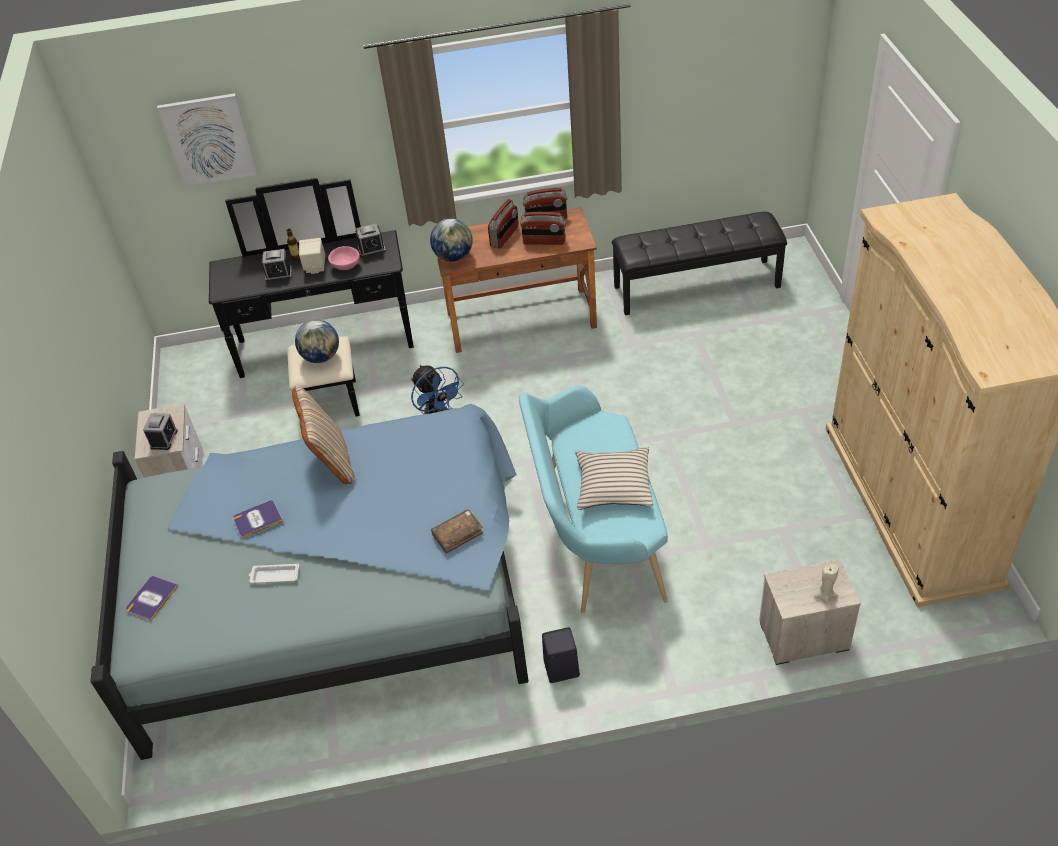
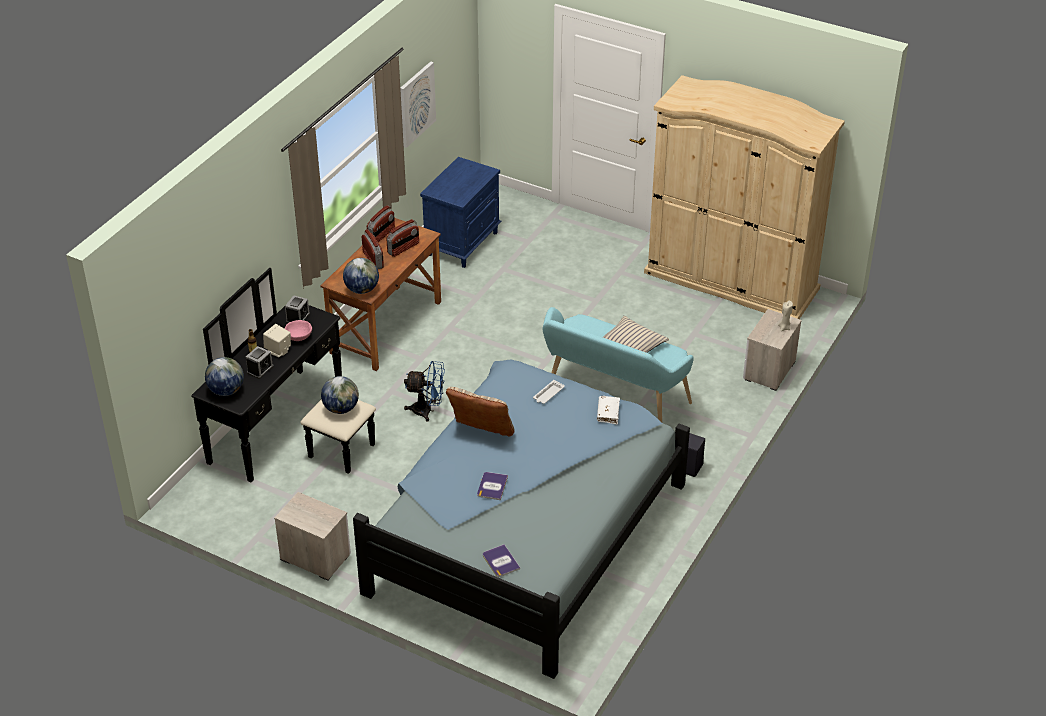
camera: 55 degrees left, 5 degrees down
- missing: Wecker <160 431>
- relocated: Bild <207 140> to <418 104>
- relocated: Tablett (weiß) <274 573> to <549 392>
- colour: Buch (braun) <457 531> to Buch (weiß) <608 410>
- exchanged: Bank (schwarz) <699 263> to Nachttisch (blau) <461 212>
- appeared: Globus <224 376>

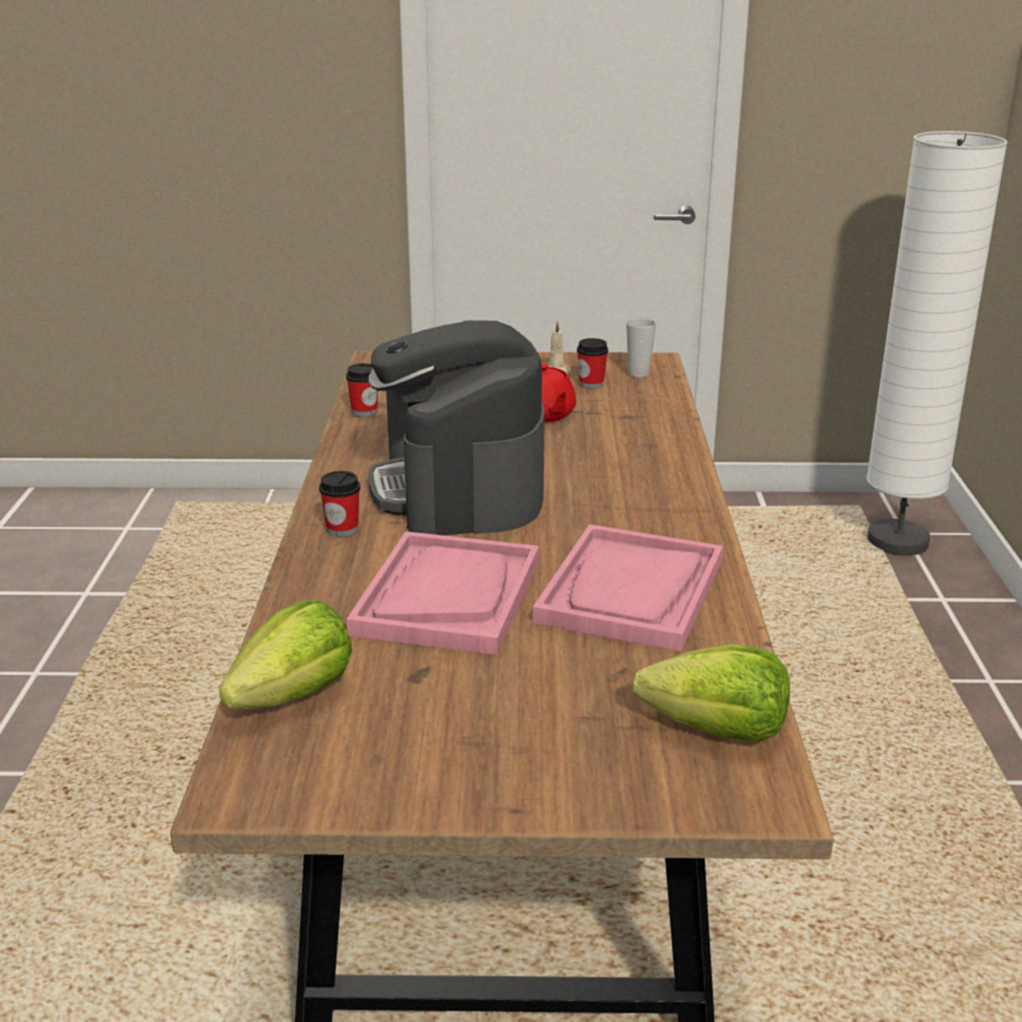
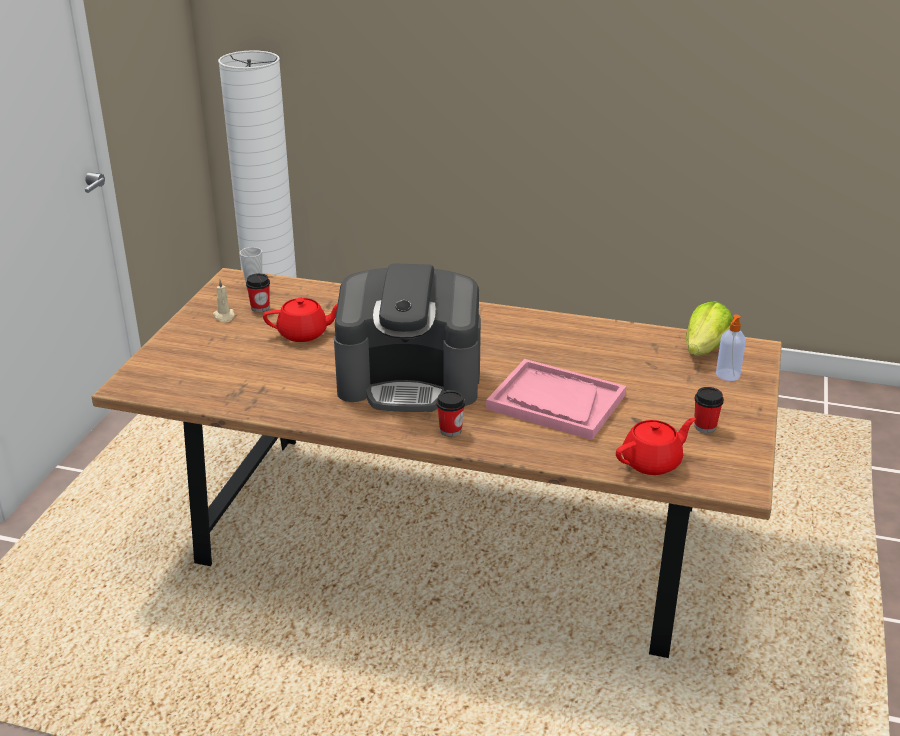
camera: 75 degrees left, 5 degrees up
- exchanged: Salatkopf <285 654> to Teekanne (rot) <656 446>
- relocated: Tasse <362 390> to <709 410>
- missing: Tablett (rosa) <628 587>
- appeared: Seifenspender <731 347>

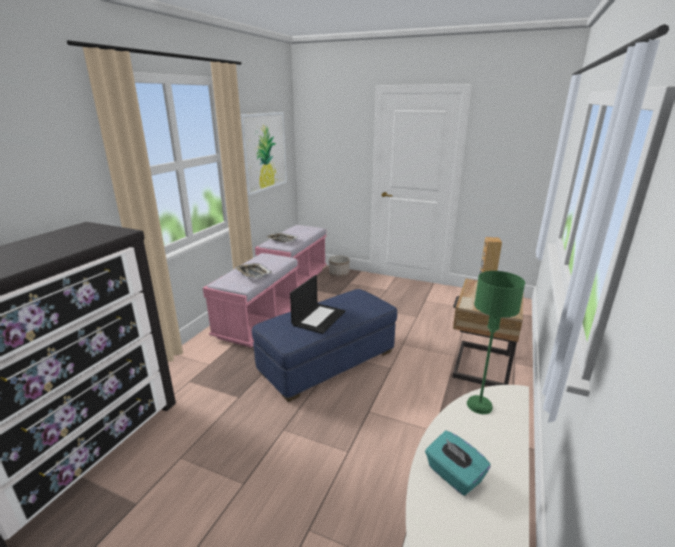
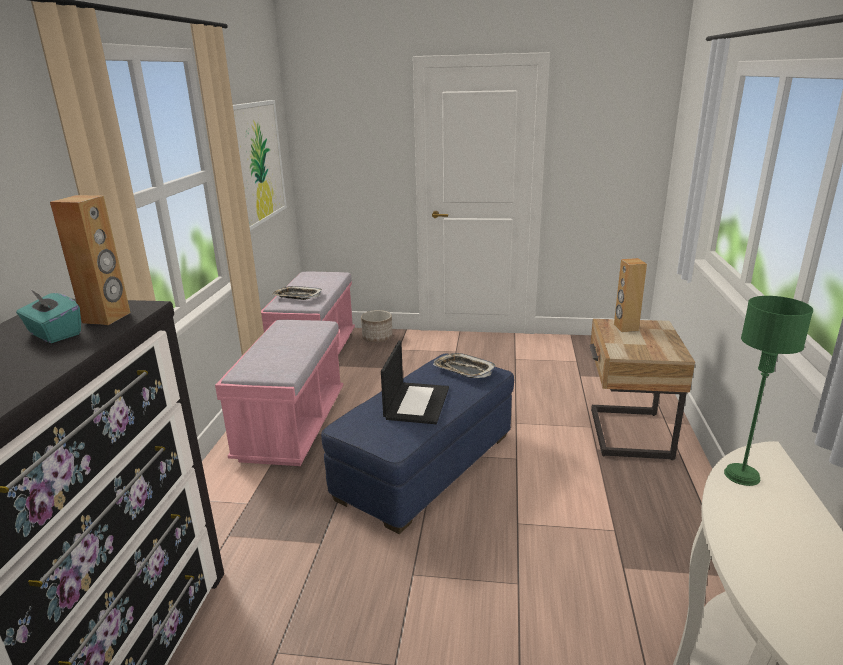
camera: 15 degrees left, 0 degrees up
- relocated: Tablett <253 271> to <464 365>
- relocated: Taschentuchbox (türkis) <458 463> to <48 316>
- appeared: Lautsprecher (braun) <90 260>

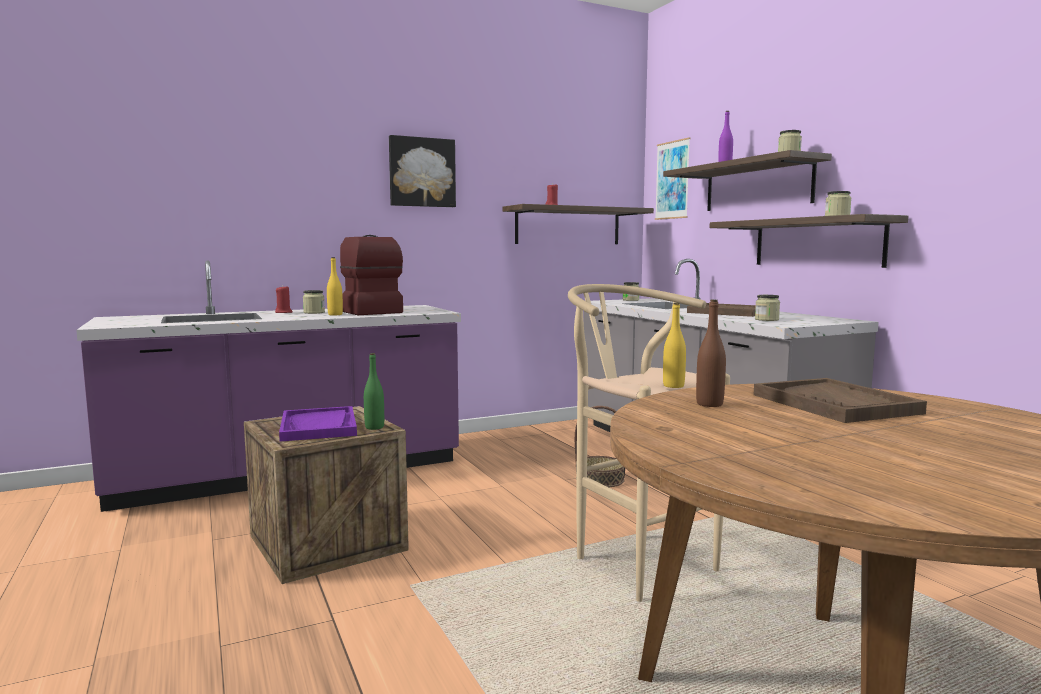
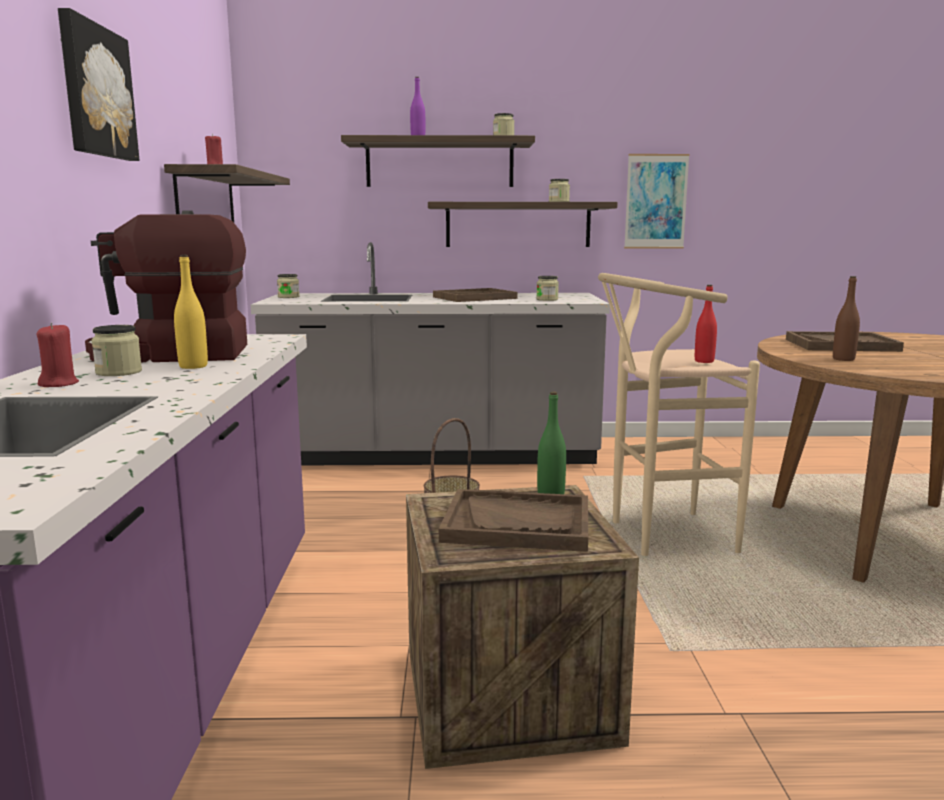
camera: 65 degrees left, 5 degrees up
- colour: Tablett (lila) <318 424> to Tablett (braun) <513 520>
- relocated: Bild <672 178> to <657 201>
- colour: Flasche (gelb) <674 345> to Flasche (rot) <706 324>

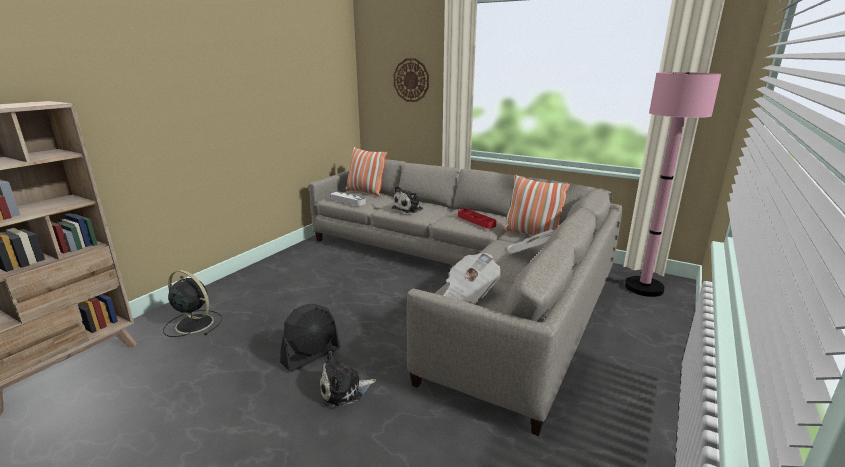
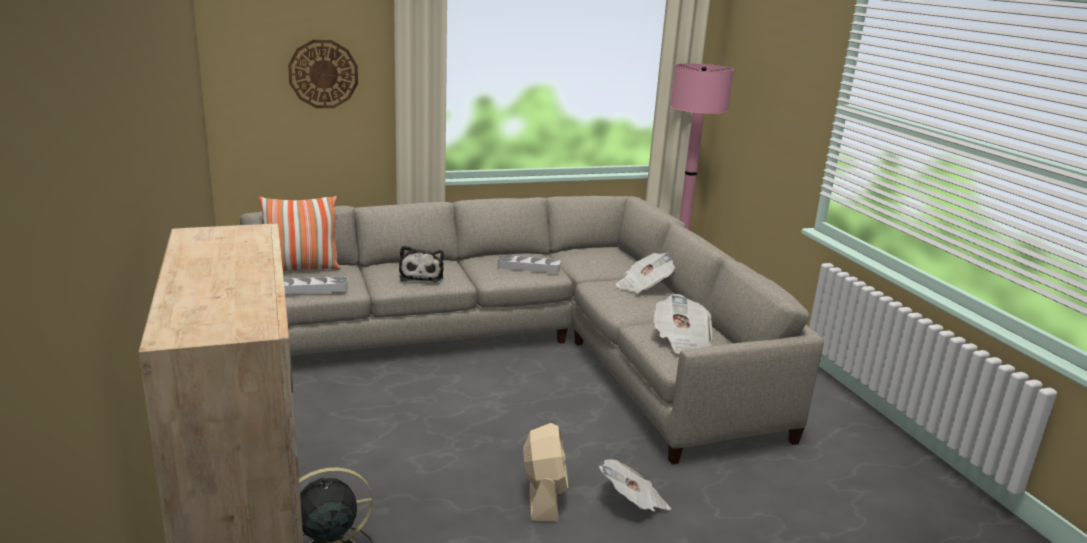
camera: 50 degrees left, 0 degrees up
- colour: Ventilator (schwarz) <310 338> to Ventilator (beige) <545 472>
- exchanged: Plüschtier <348 379> to Zeitung <635 485>
- colour: Tablett (rot) <477 219> to Tablett (grau) <529 264>
- missing: Kissen <536 204>

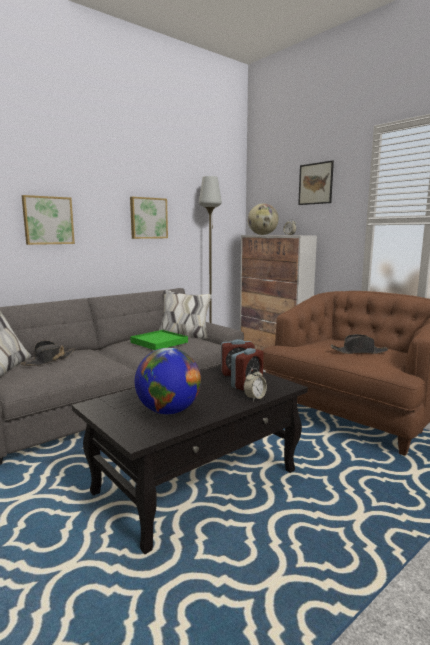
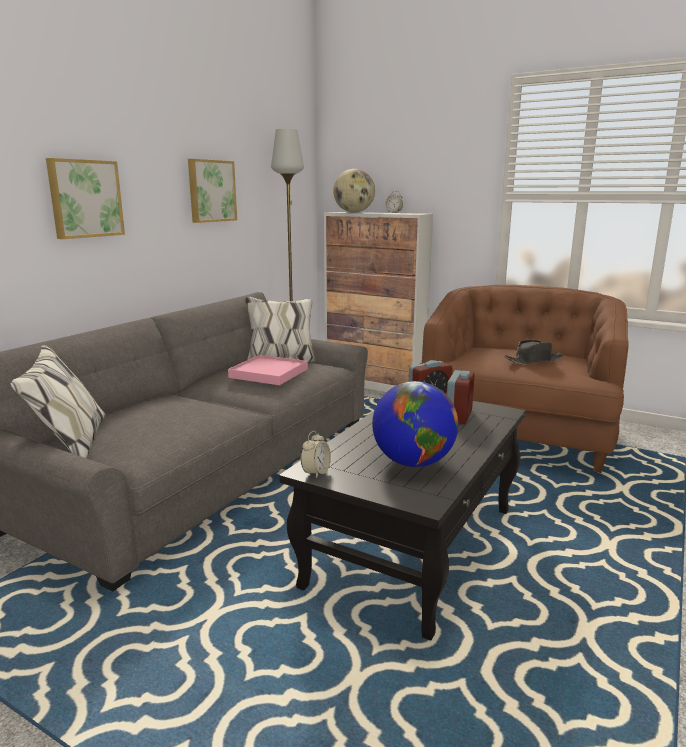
camera: 20 degrees left, 5 degrees up
- missing: Hut (schwarz) <48 353>
- colour: Tablett (grün) <159 340> to Tablett (rosa) <268 370>
- relocated: Wecker <255 384> to <316 455>
- missing: Bild <316 182>

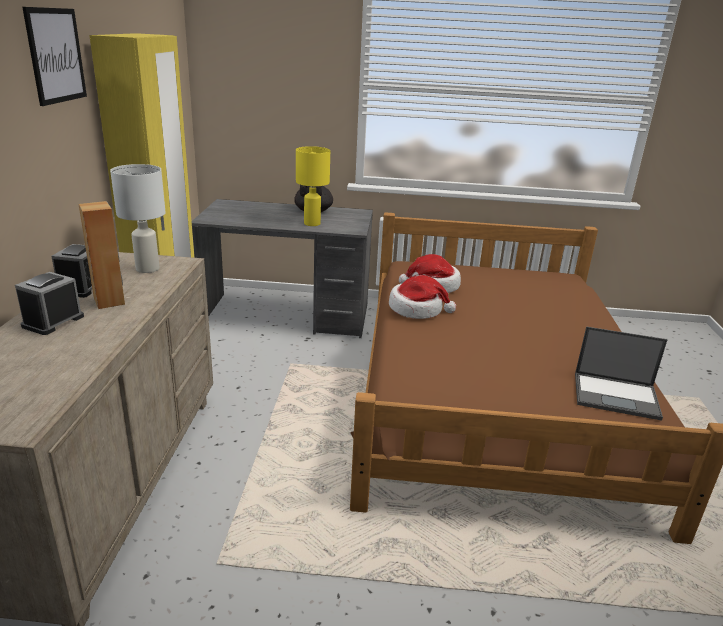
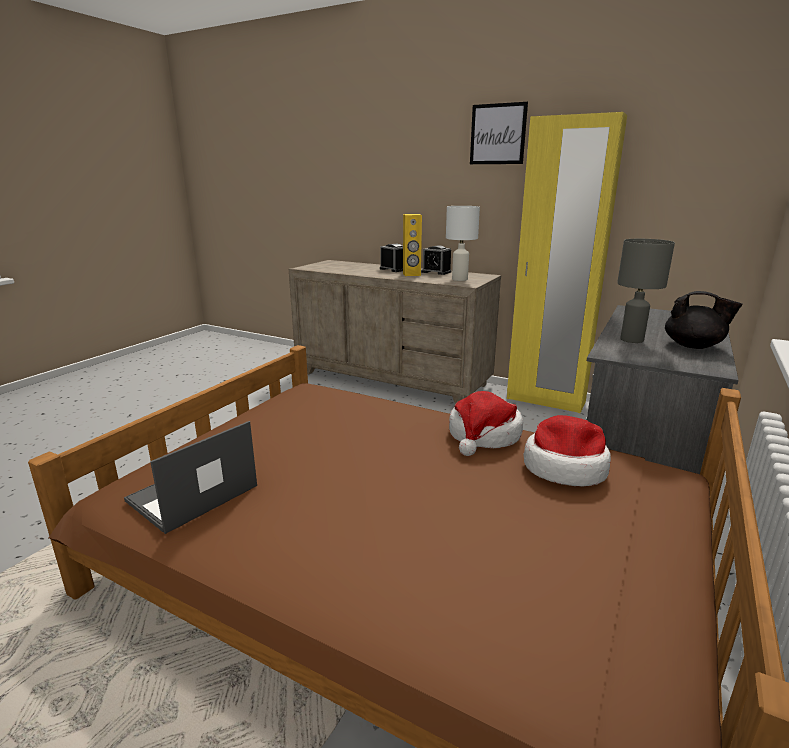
camera: 115 degrees right, 5 degrees down
- colour: Lautsprecher (braun) <102 255> to Lautsprecher (gelb) <412 245>
- colour: Tischlampe (gelb) <313 186> to Tischlampe (grau) <646 291>

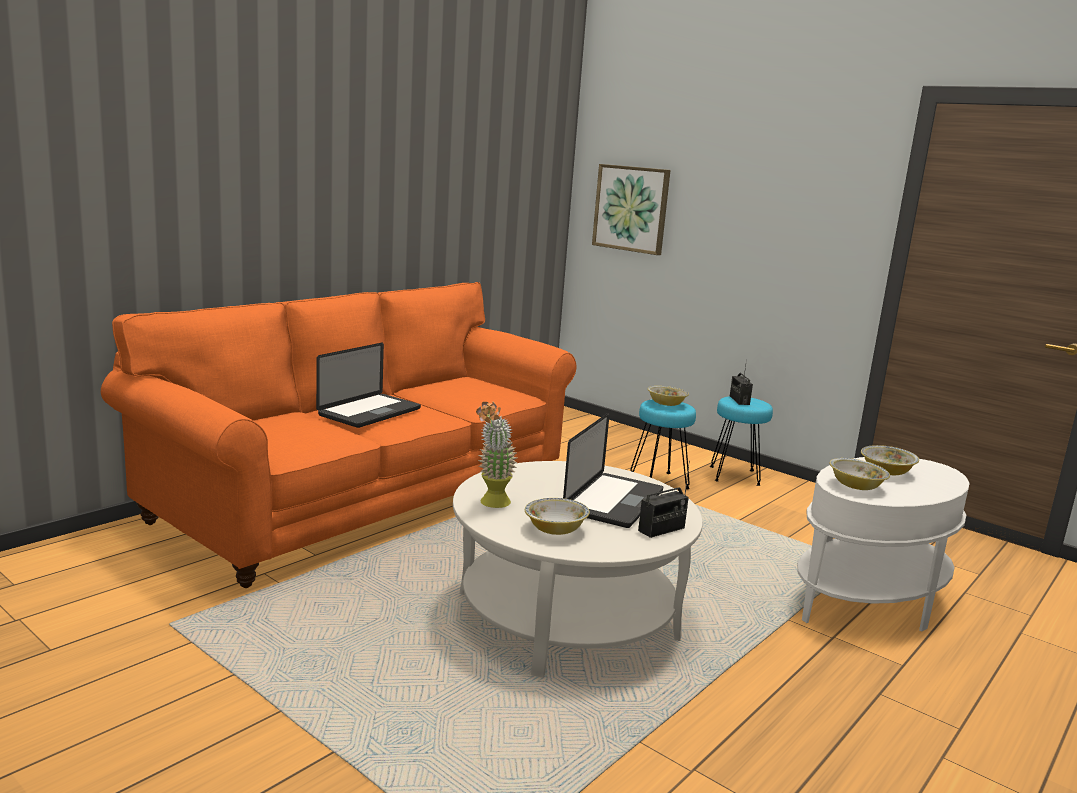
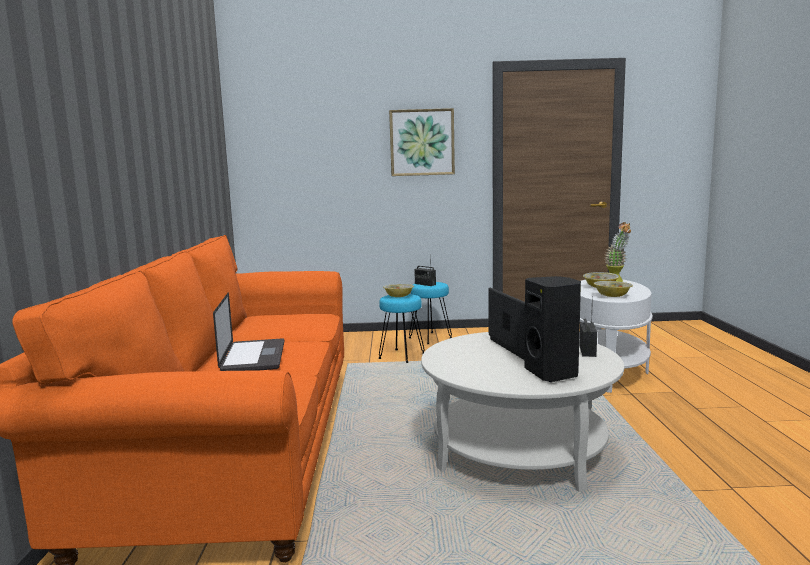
camera: 40 degrees left, 5 degrees down
- relocated: Topfpflanze <497 455> to <617 252>
- exchanged: Schüssel <557 516> to Lautsprecher (schwarz) <552 329>
- relocated: Bild <631 209> to <422 142>

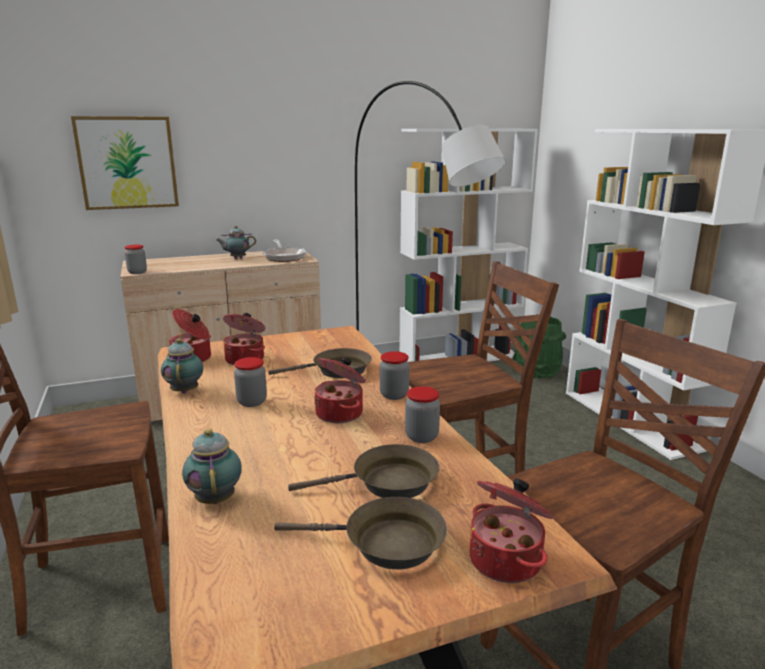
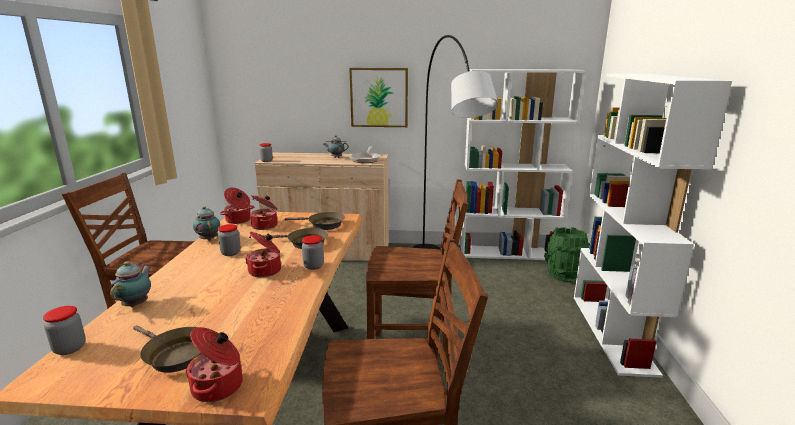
camera: 25 degrees right, 0 degrees up
- relocated: Bild <125 163> to <378 97>
- spun: Teekanne <182 366> = <206 223> 45 degrees counterclockwise
- relocated: Pfanne (braun) <363 471> to <315 221>
- relocated: Vorratsglas <422 414> to <64 330>

